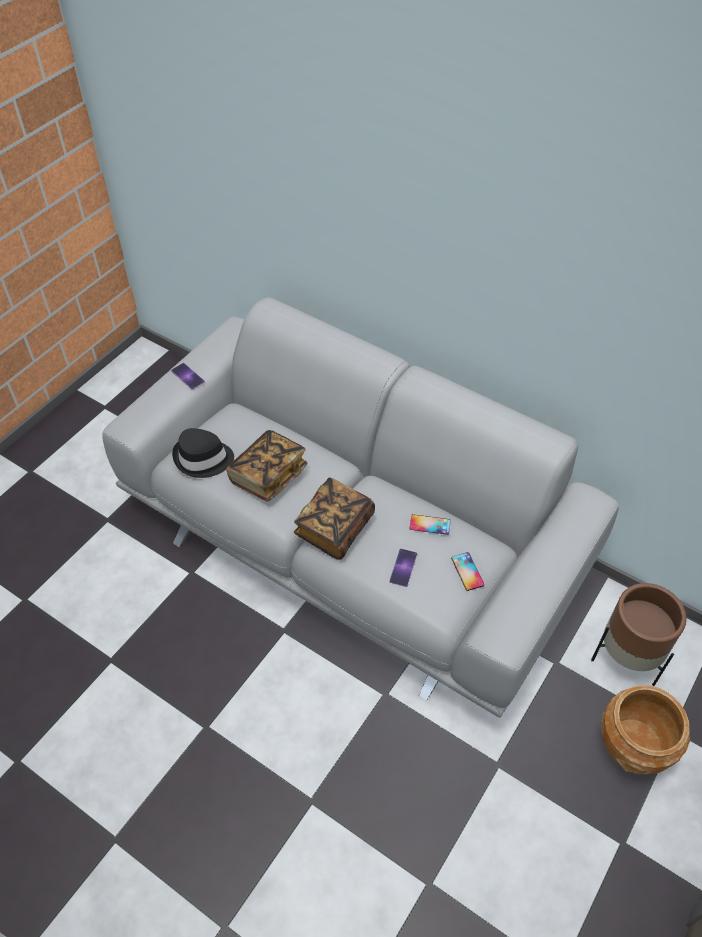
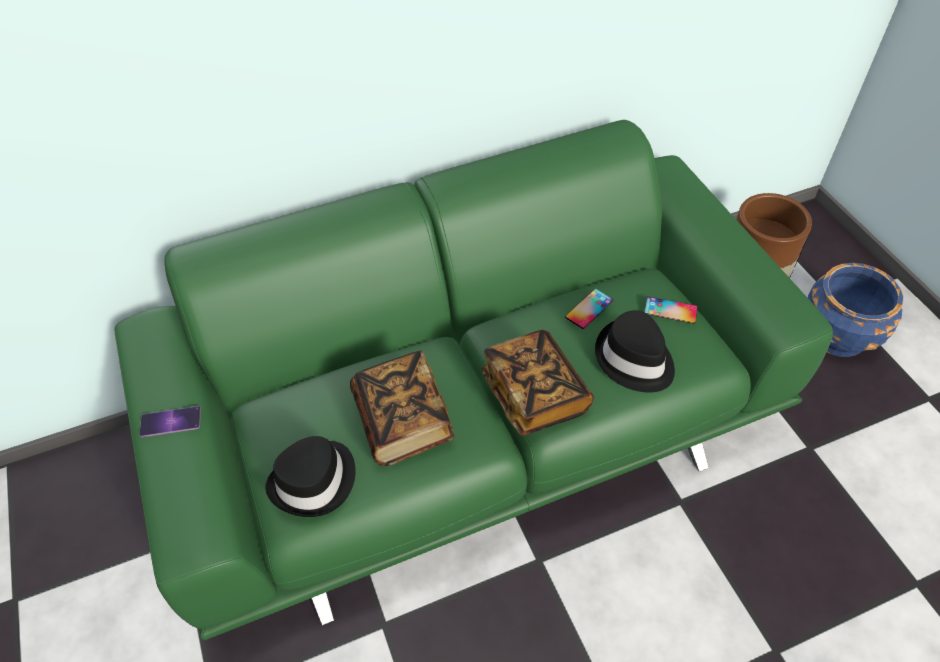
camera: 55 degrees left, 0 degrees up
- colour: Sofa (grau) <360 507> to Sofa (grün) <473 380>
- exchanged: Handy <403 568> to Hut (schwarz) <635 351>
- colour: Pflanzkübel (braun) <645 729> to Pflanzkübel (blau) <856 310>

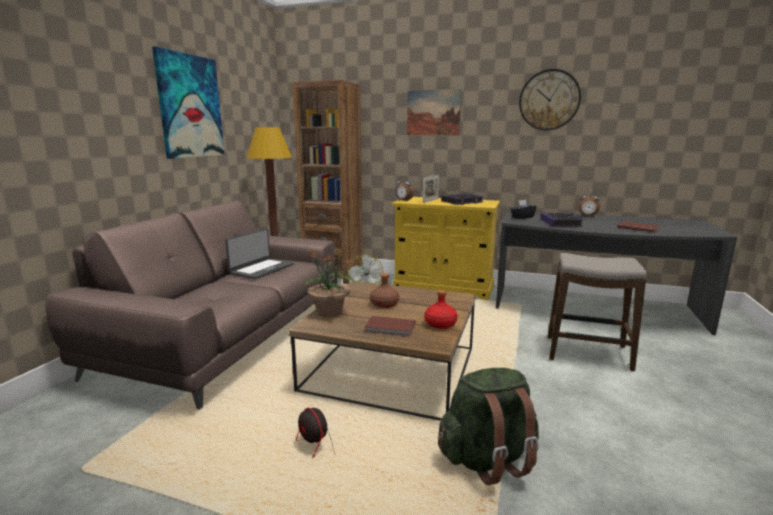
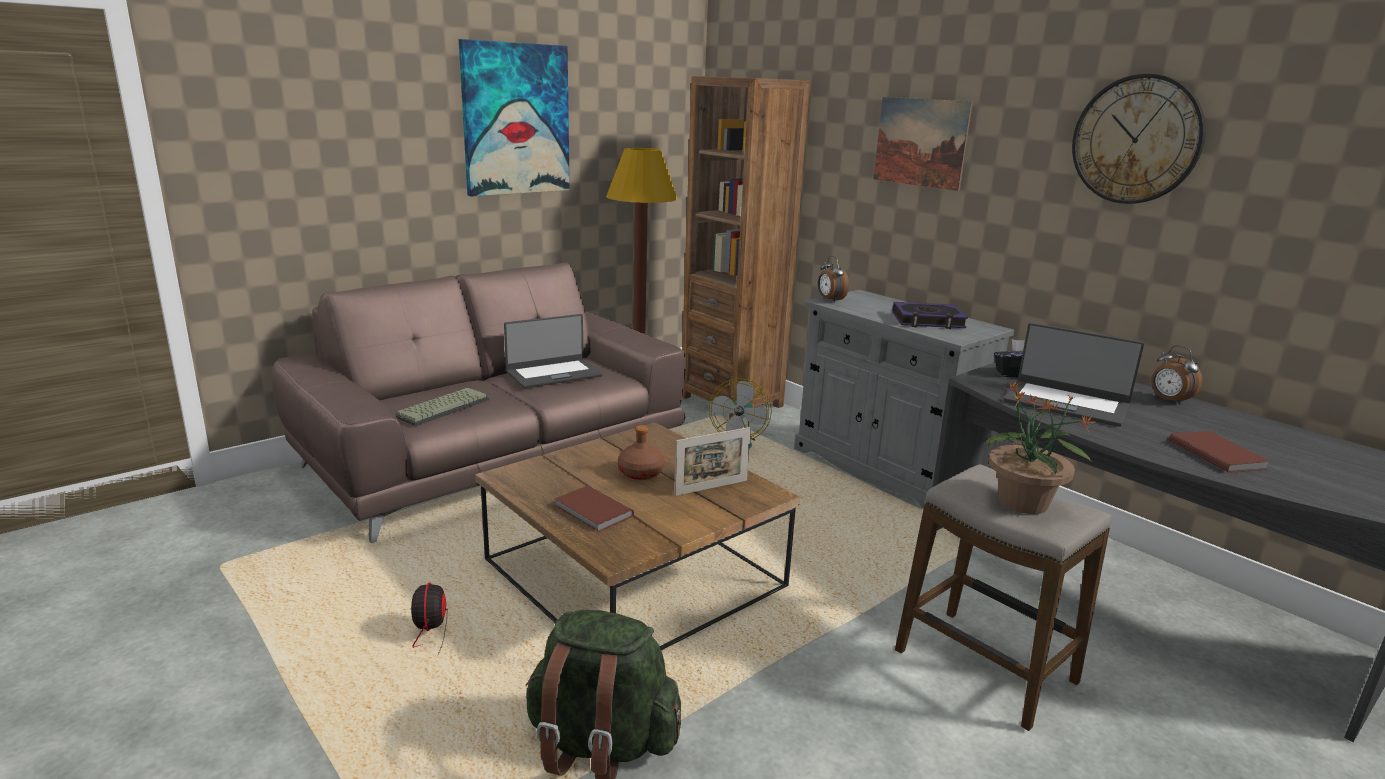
camera: 30 degrees right, 5 degrees up
- relocated: Topfpflanze <330 283> to <1041 448>
- colour: Schrank (gelb) <446 248> to Schrank (grau) <904 399>
- relocated: Bilderrahmen <431 189> to <712 461>
- missing: Flasche (rot) <441 309>
- exchanged: Buch <561 220> to Laptop <1074 375>
- appeared: Tastatur <442 407>

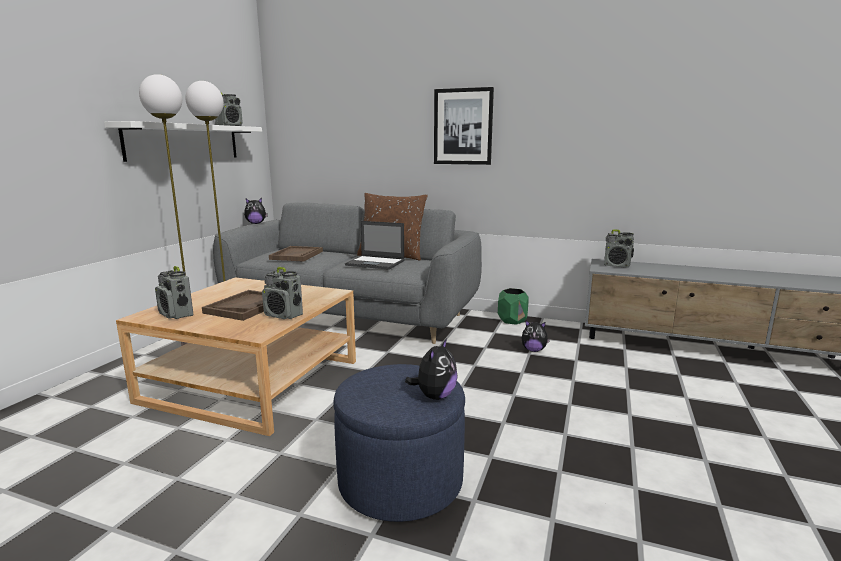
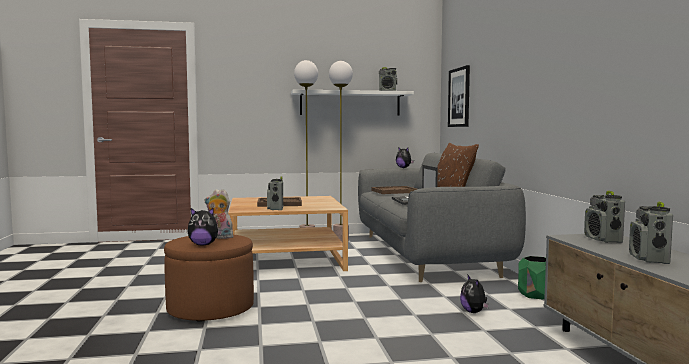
camera: 60 degrees right, 10 degrees down
- relocated: Radio <174 292> to <651 232>
- colour: Polsterhocker (blau) <399 443> to Polsterhocker (braun) <209 278>
- relocated: Bild <464 126> to <459 96>
- appeared: Plüschtier <219 214>

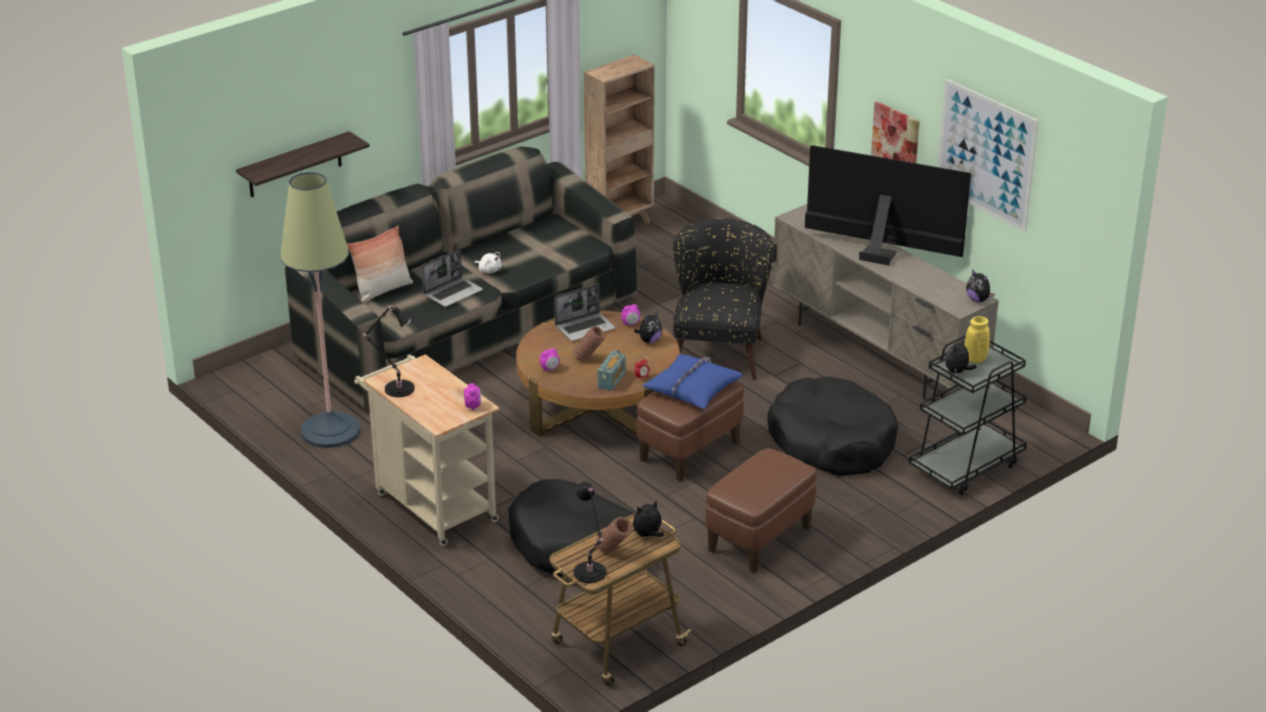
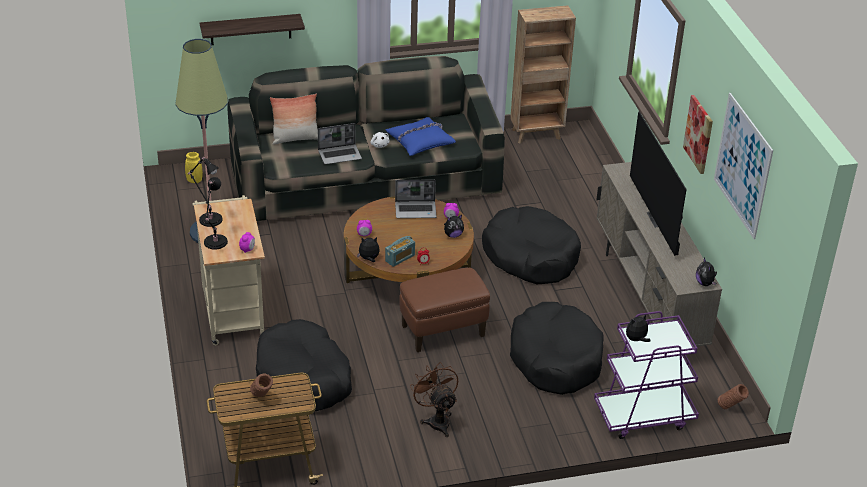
camera: 25 degrees right, 5 degrees up
- relocated: Vase (braun) <589 344> to <733 396>
- relocated: Tischlampe (schwarz) <590 532> to <216 213>
- relocated: Plüschtier <648 518> to <368 249>
- relocated: Kissen (blau) <692 381> to <420 136>
- exchanged: Sessel (schwarz) <723 299> to Hundebett (schwarz) <531 245>
- exchanged: Polsterhocker (braun) <761 510> to Ventilator (braun) <434 399>
- spun: Fernseher <888 205> = <658 183> 150 degrees counterclockwise
- colour: Rollwagen (schwarz) <968 415> to Rollwagen (lila) <646 375>
- relocated: Vase (gelb) <977 339> to <194 167>

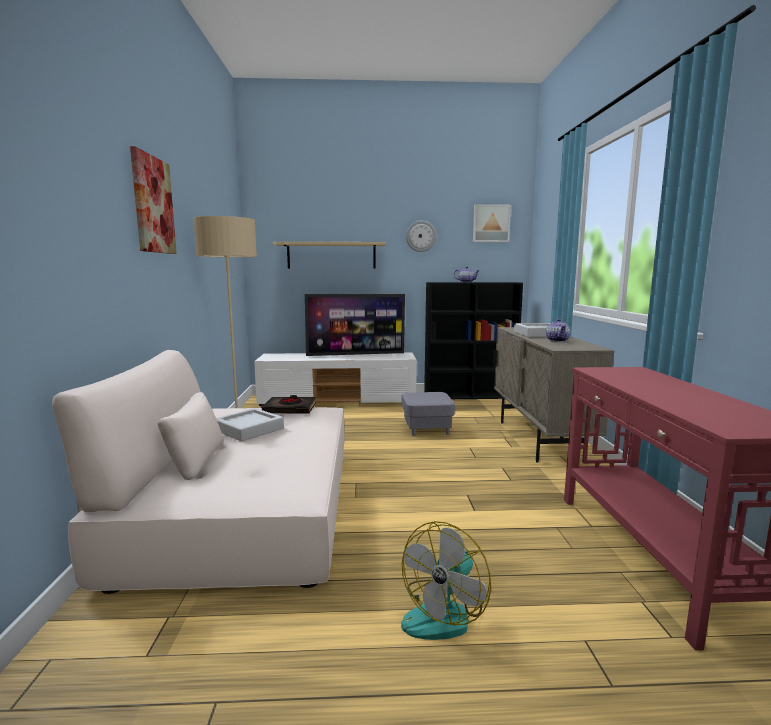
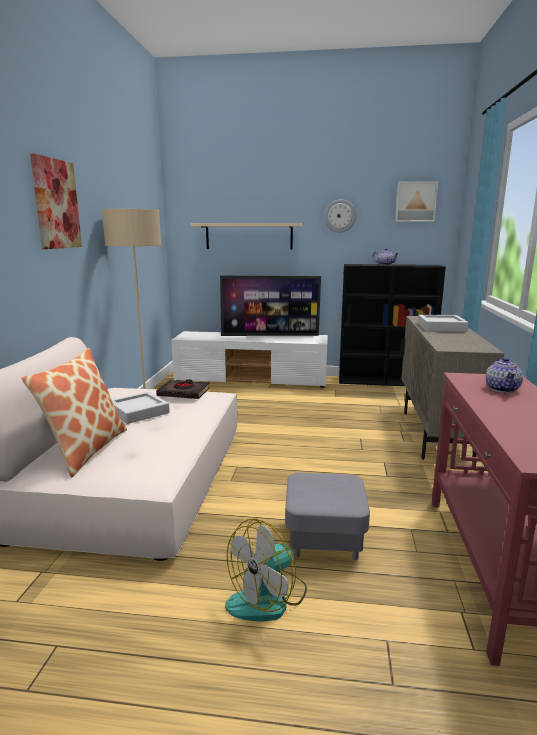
camera: 10 degrees right, 5 degrees up
- relocated: Polsterhocker (grau) <428 414> to <327 516>
- relocated: Teekanne <558 330> to <504 375>
- appeared: Kissen <74 413>

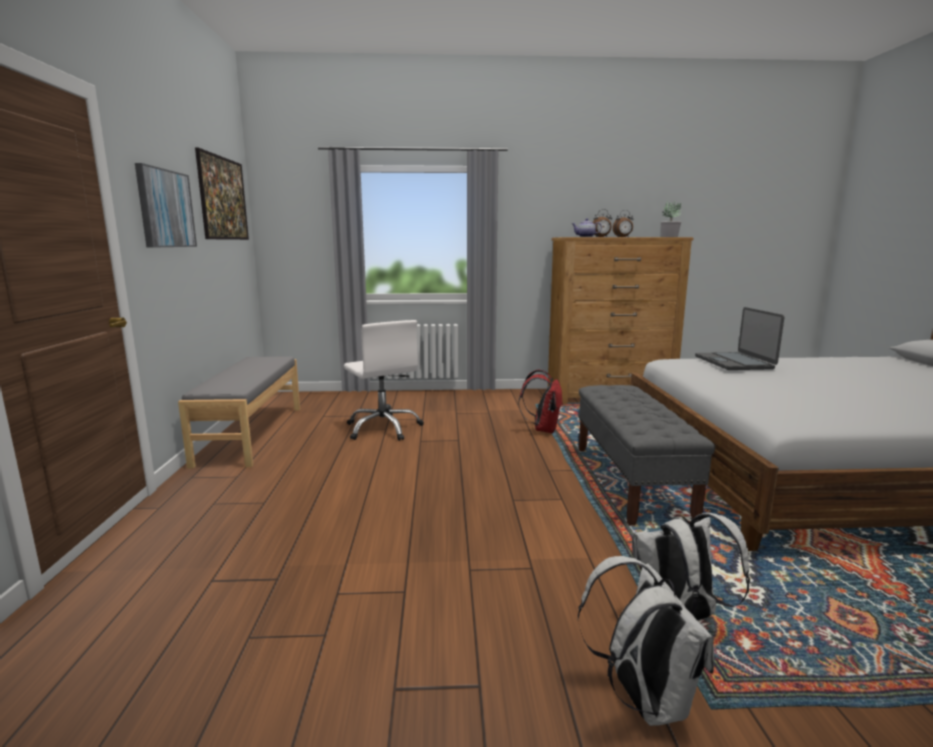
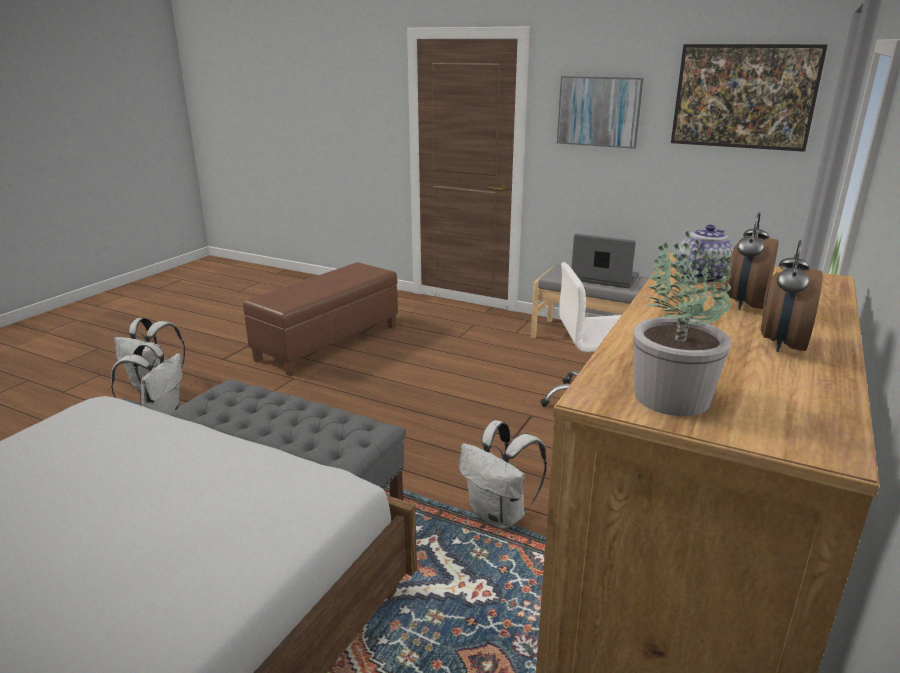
camera: 120 degrees right, 10 degrees up
- colour: Rucksack (rot) <540 401> to Rucksack (weiß) <503 474>
- relocated: Laptop <739 338> to <605 261>
- appeared: Polsterhocker (braun) <320 319>

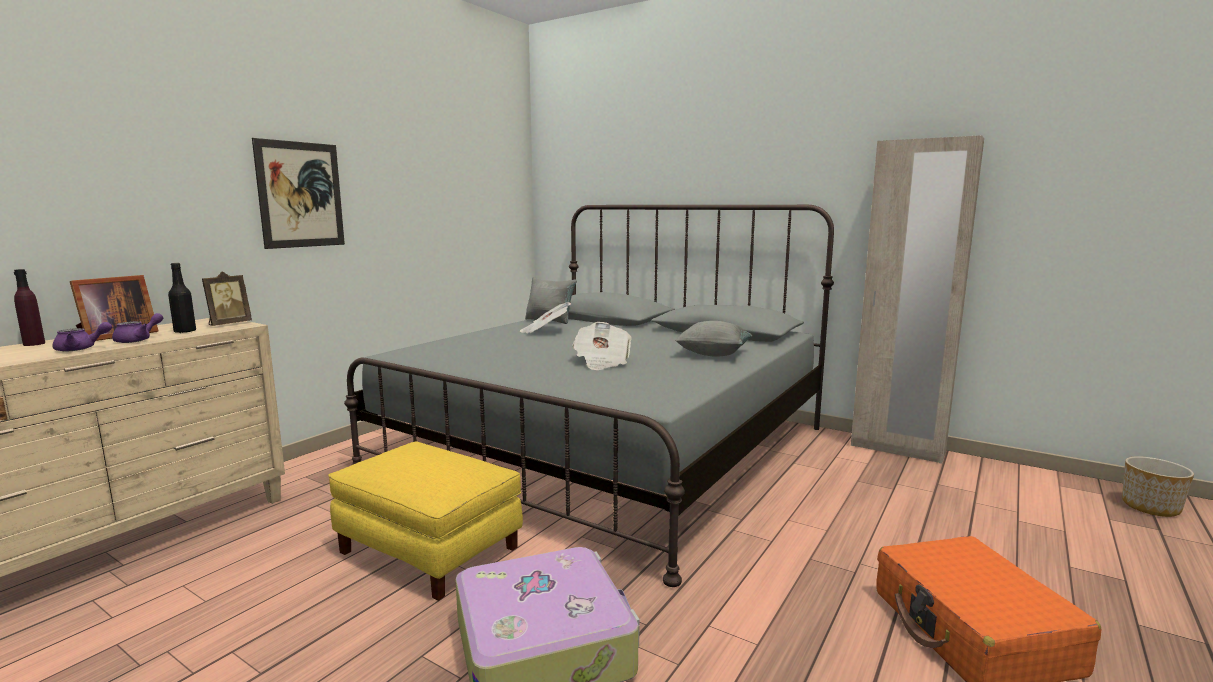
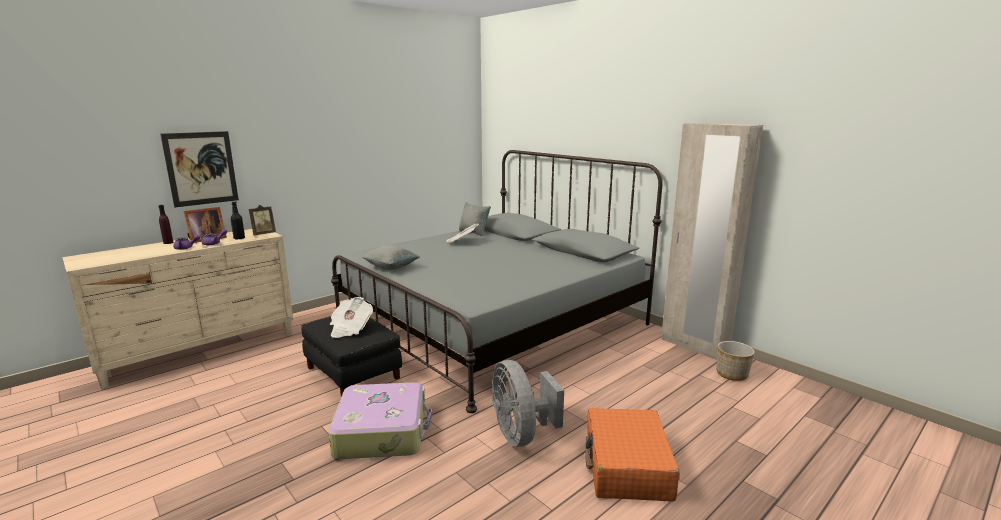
camera: 15 degrees right, 5 degrees up
- relocated: Bild <298 193> to <199 169>
- colour: Polsterhocker (gelb) <425 521> to Polsterhocker (schwarz) <351 357>
- relocated: Zeitung <602 346> to <351 317>
- relocated: Kissen (grau) <713 339> to <391 257>
- relocated: Pflanzkübel <1158 486> to <735 361>
- appeared: Ventilator (grau) <528 403>

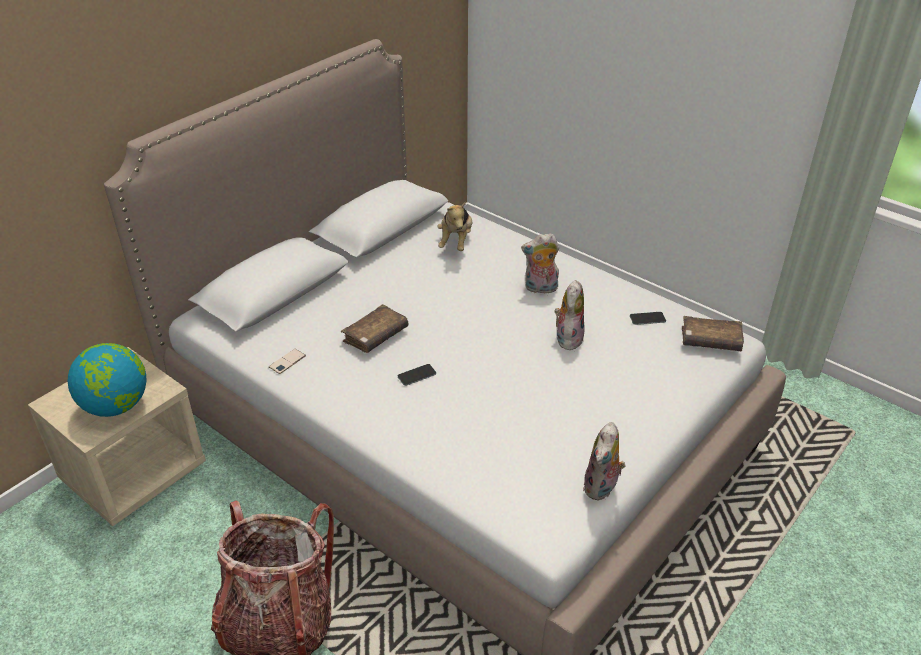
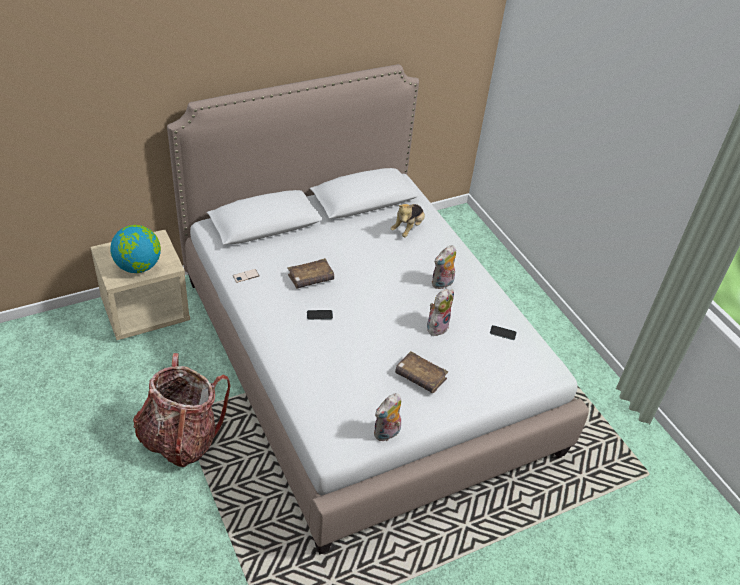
camera: 20 degrees right, 5 degrees up
- spun: Plüschtier <540 263> = <444 267> 60 degrees counterclockwise
- relocated: Buch (braun) <713 334> to <421 372>

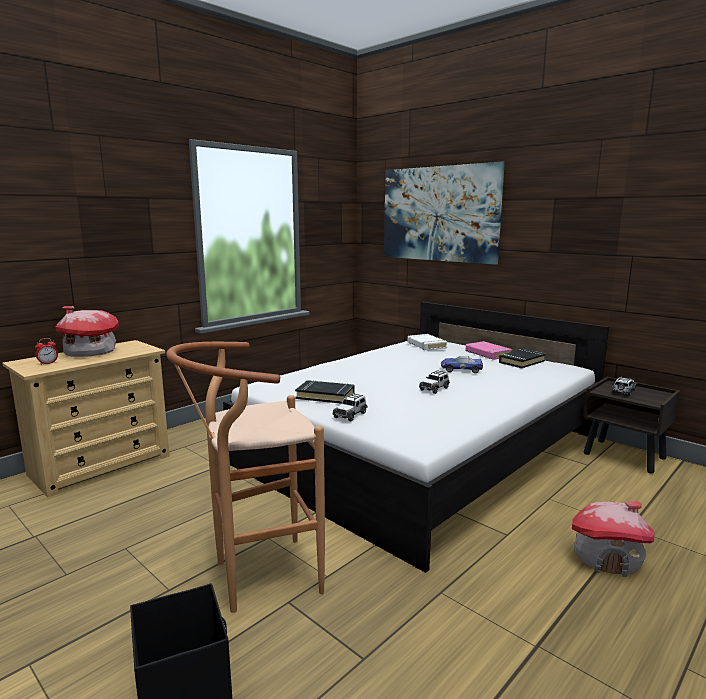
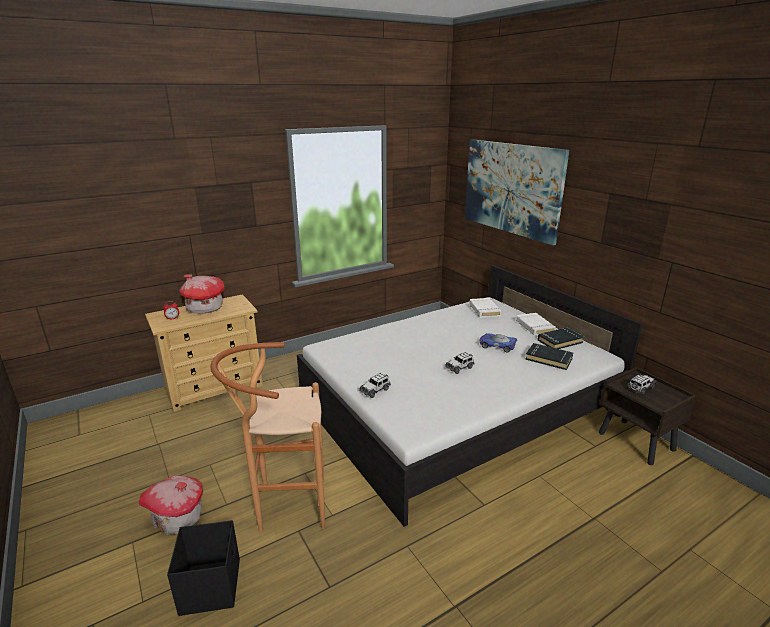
camera: 15 degrees right, 10 degrees up
- relocated: Buch (schwarz) <324 392> to <549 356>
- colour: Buch (rosa) <489 350> to Buch (weiß) <536 324>
- relocated: Spielzeughaus <613 539> to <170 506>

